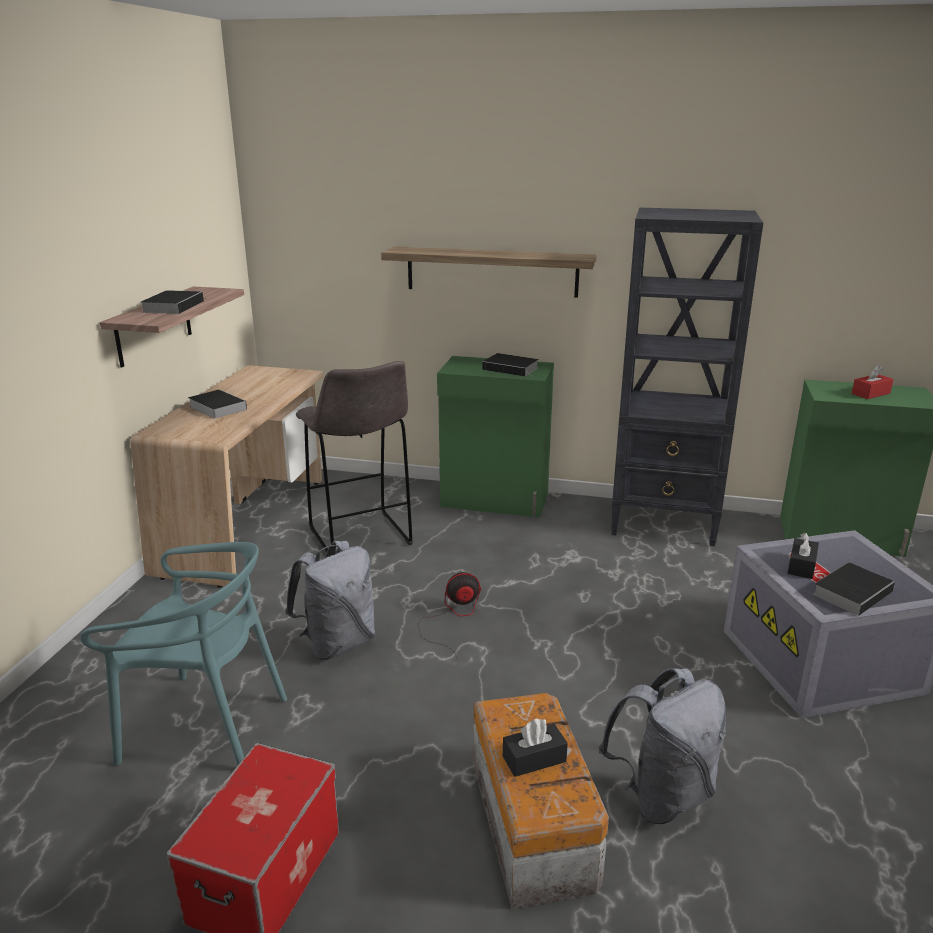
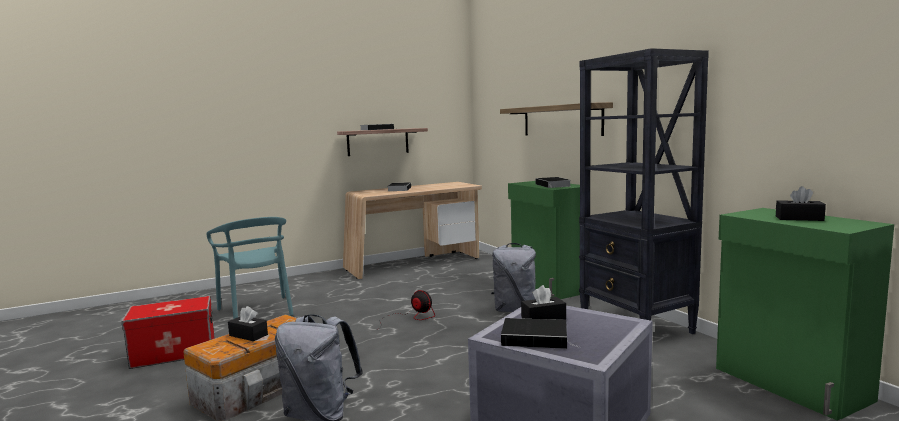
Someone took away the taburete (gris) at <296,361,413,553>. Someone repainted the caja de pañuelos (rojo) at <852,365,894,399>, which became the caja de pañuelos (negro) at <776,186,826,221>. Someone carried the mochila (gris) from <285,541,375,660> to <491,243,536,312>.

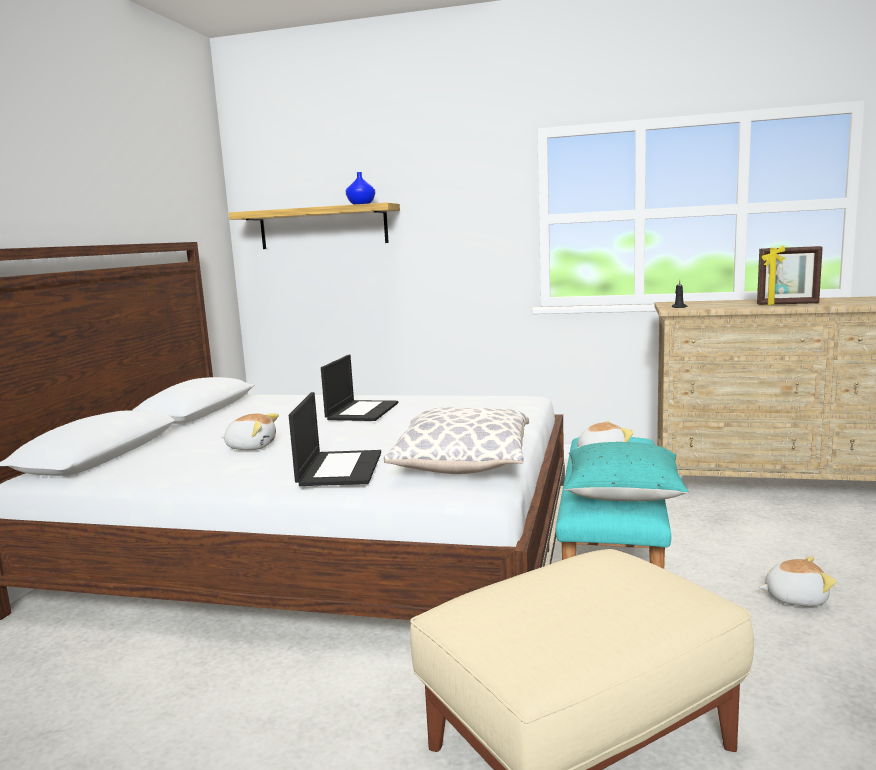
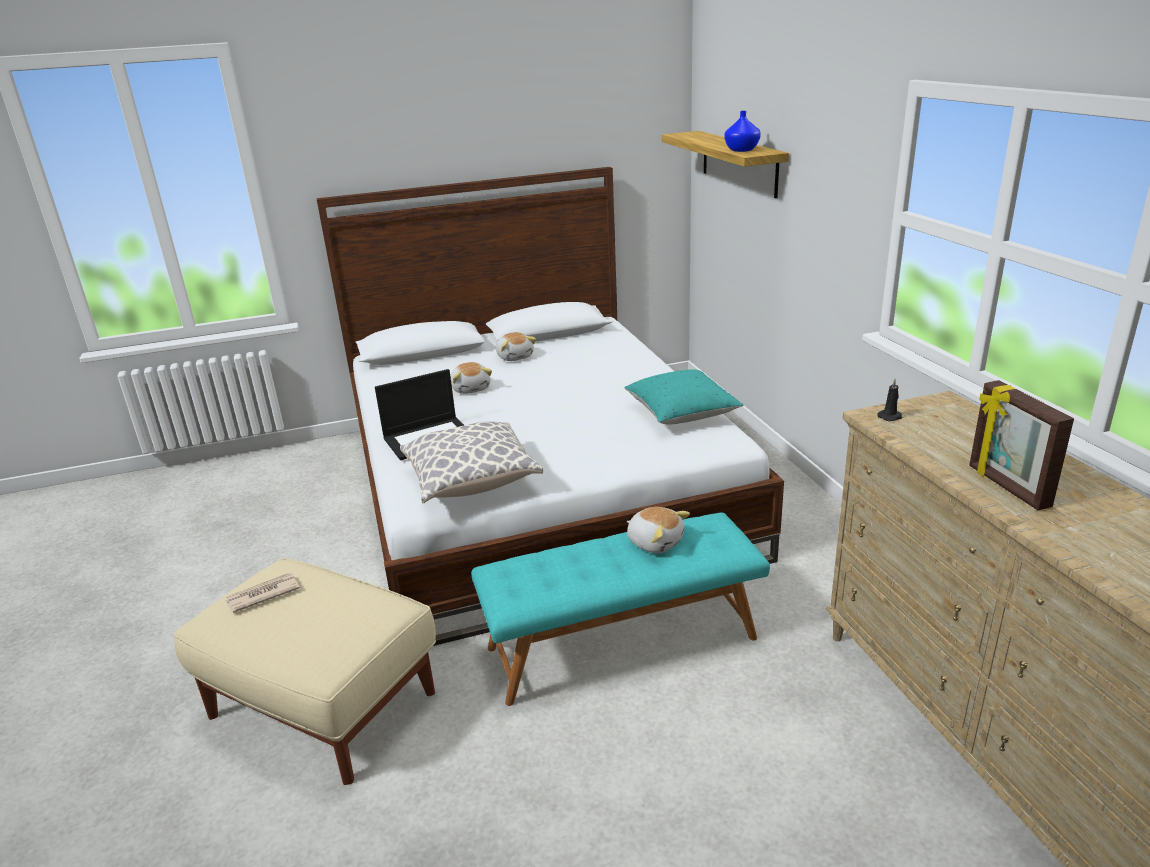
Someone took away the portátil at <321,355,398,421>. Someone carried the cojín (turquesa) from <564,442,689,501> to <624,369,743,424>. Someone carried the peluche from <759,557,837,606> to <496,332,536,361>. Someone put down the periódico at <225,573,300,613>.

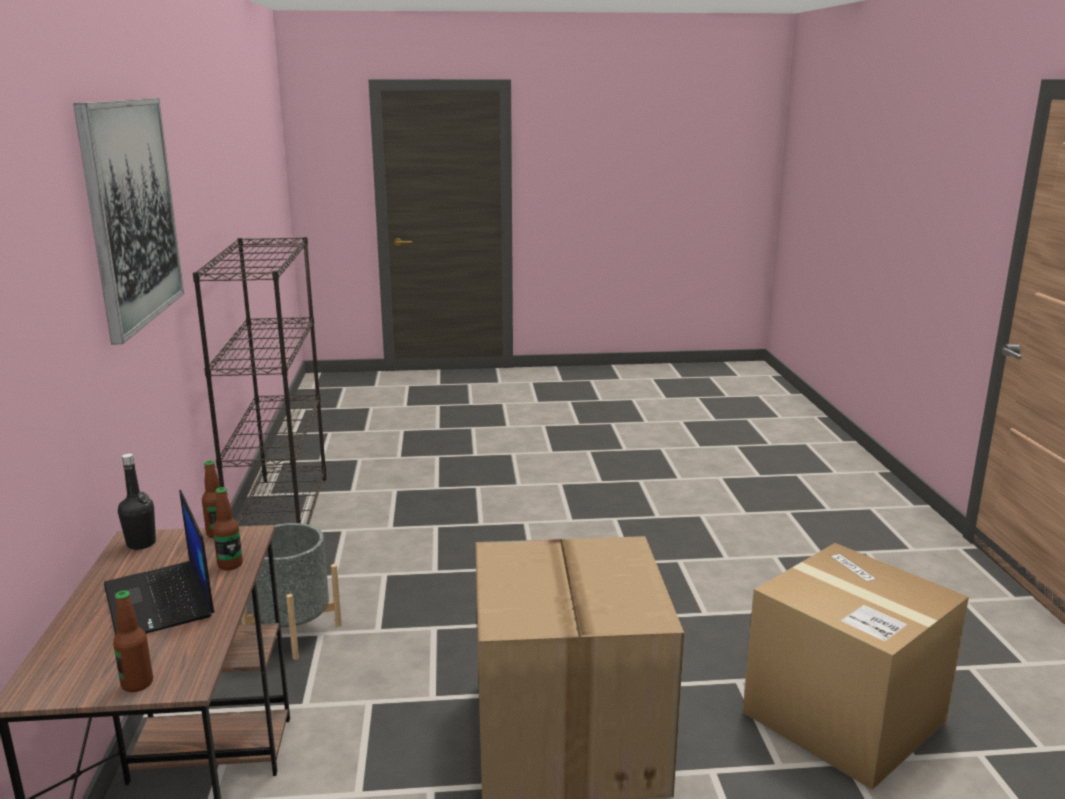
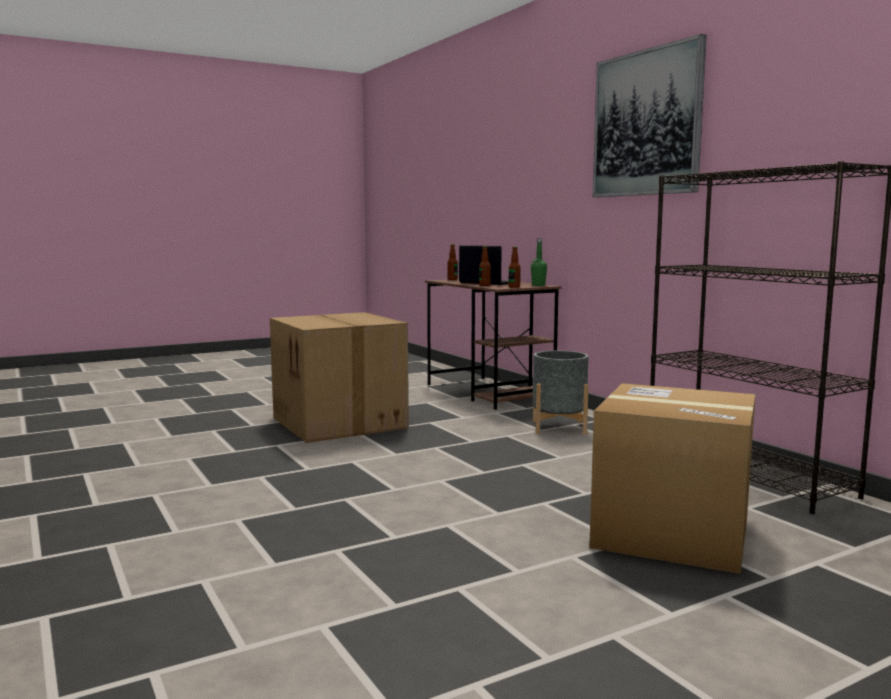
Someone repainted the botella (negro) at <118,453,156,550>, which became the botella (verde) at <531,238,547,286>. Someone carried the caja de cartón from <743,543,969,790> to <589,383,755,574>.

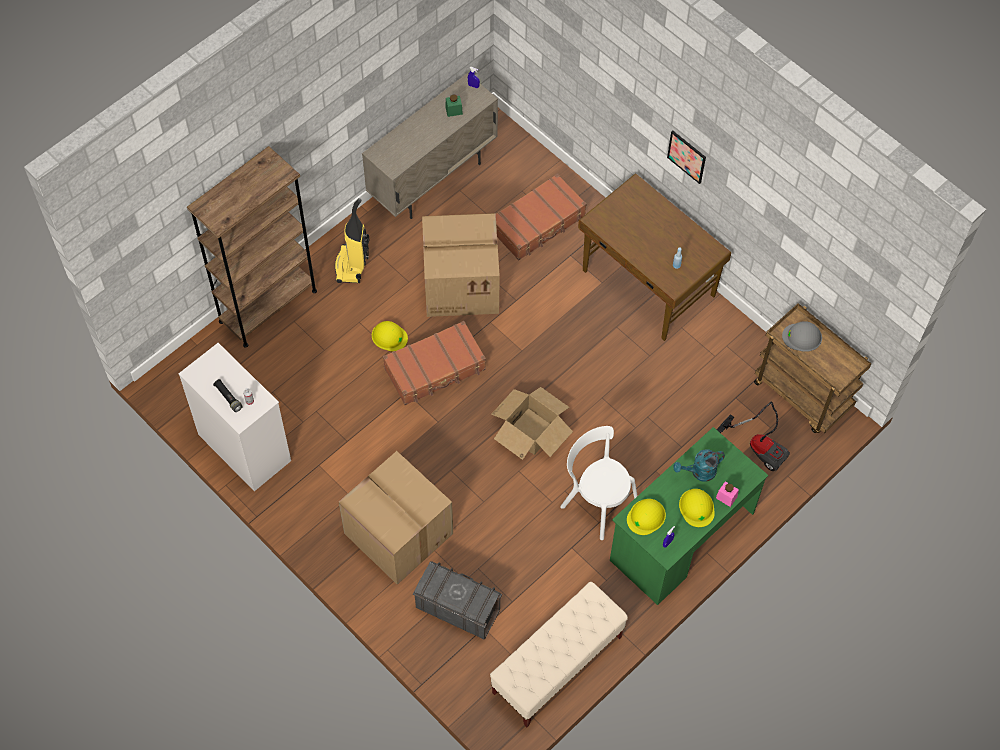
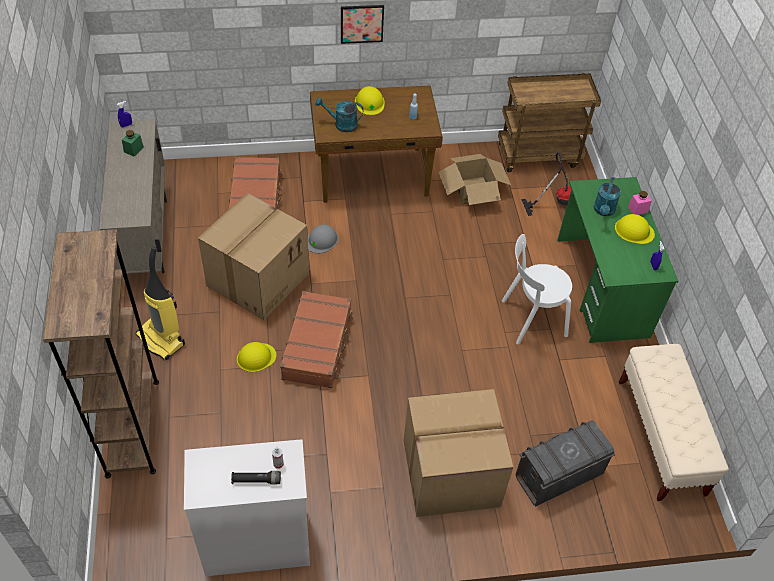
Someone carried the casco (gris) from <782,321,822,352> to <308,225,338,253>. Someone carried the caja de cartón from <491,387,573,460> to <438,154,512,205>. Someone carried the casco (amarillo) from <627,499,666,535> to <355,86,385,115>. Someone put down the regadera (turquesa) at <315,97,364,132>.

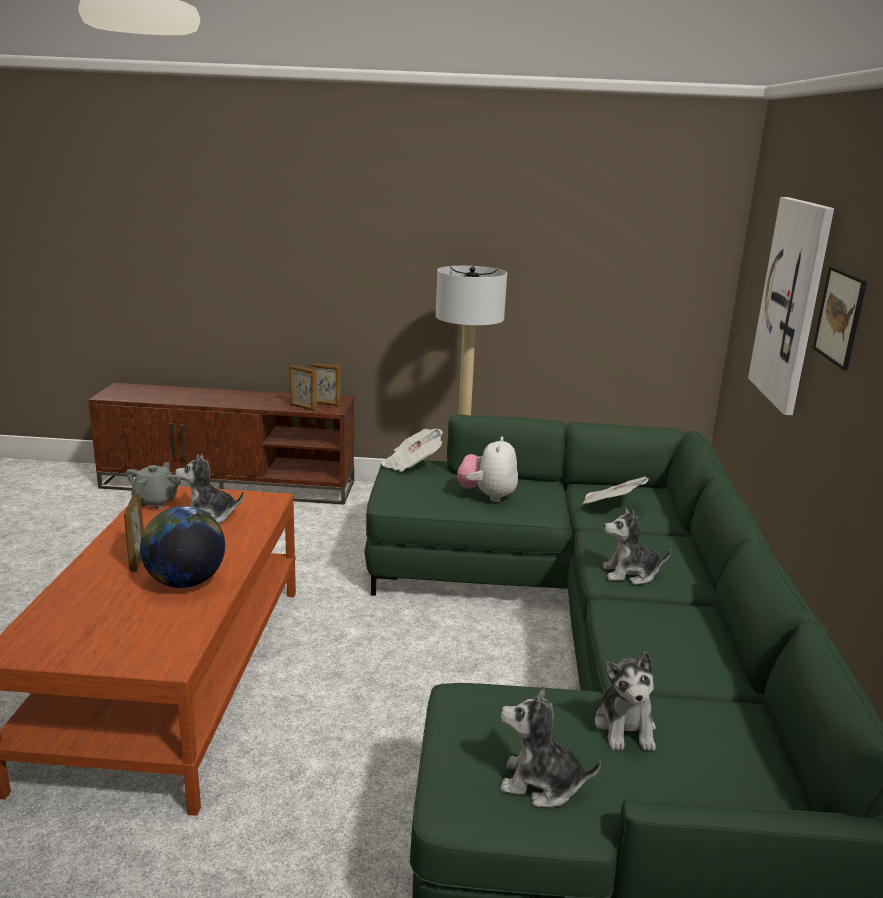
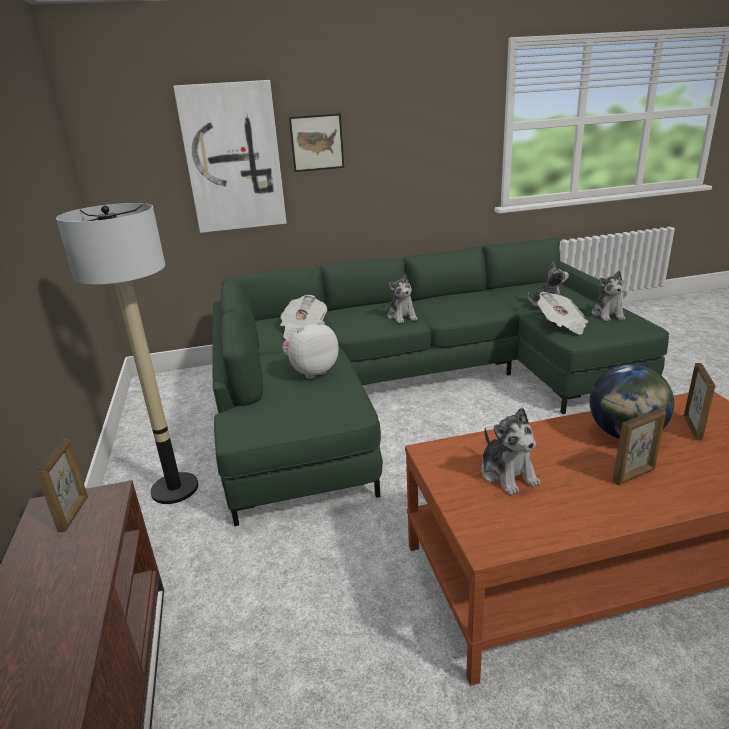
Someone carried the portarretratos from <290,364,317,411> to <684,363,716,441>. Someone carried the periódico from <381,429,443,472> to <537,292,589,335>. Someone rotated the peluche at <457,436,518,502> by 150 degrees clockwise. Someone took away the tetera (gris) at <126,462,181,509>.

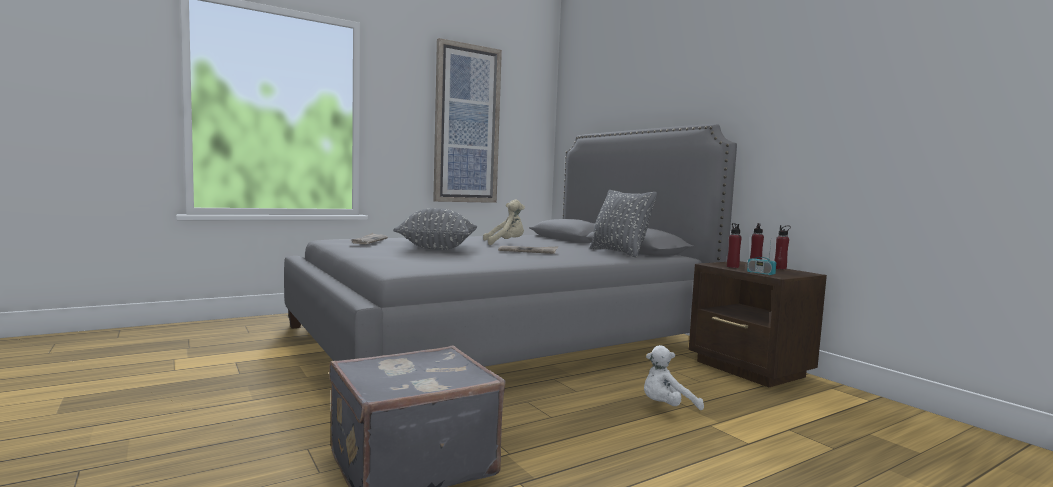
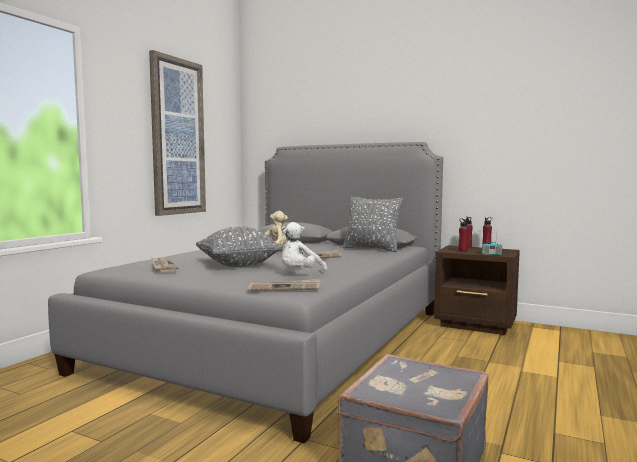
Someone carried the peluche (blanco) from <644,345,704,410> to <282,222,327,271>. Someone put down the periódico at <248,279,320,291>.

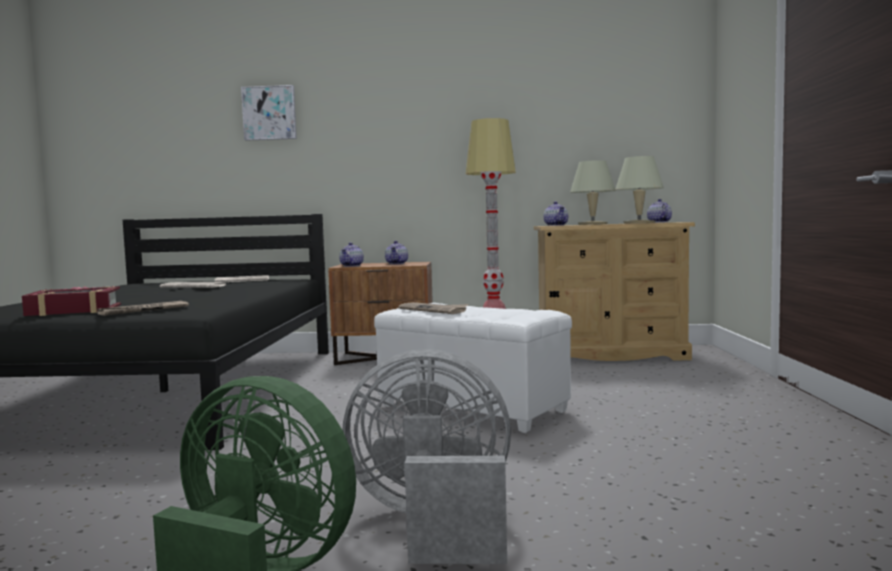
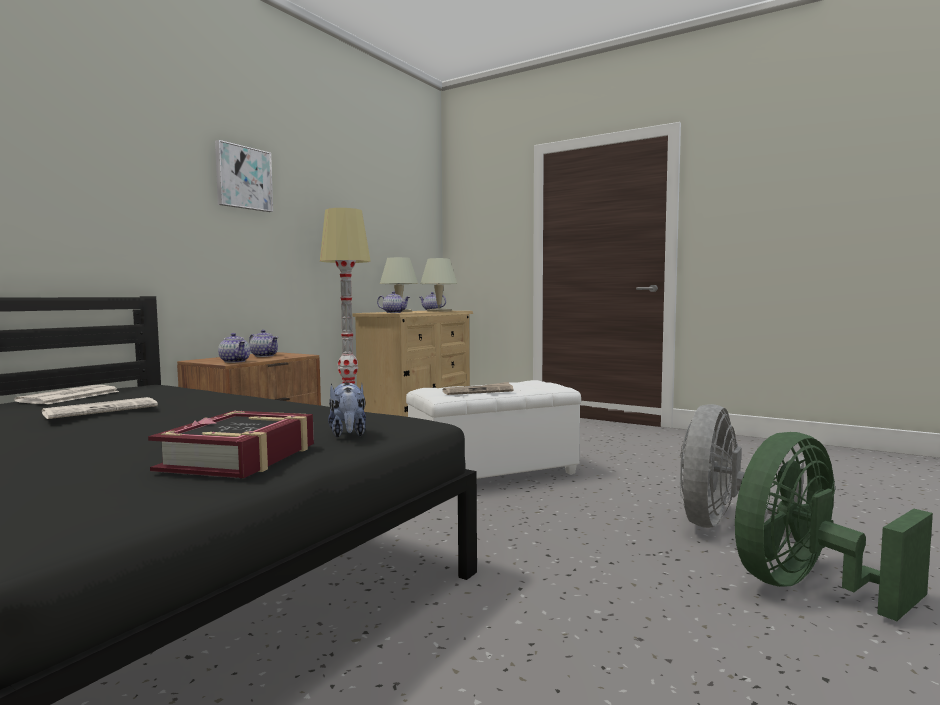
Someone carried the cuadro from <241,85,297,141> to <215,140,273,212>. Someone swapped the periódico at <97,301,189,316> for the peluche at <328,382,366,438>.

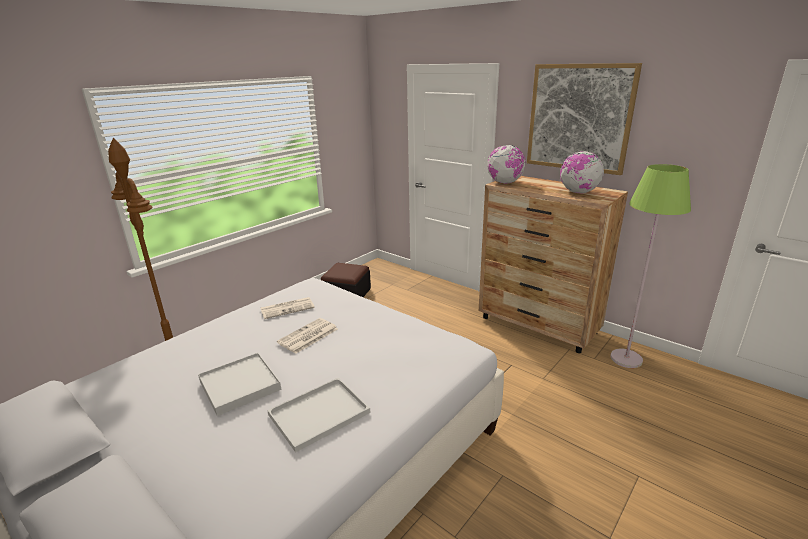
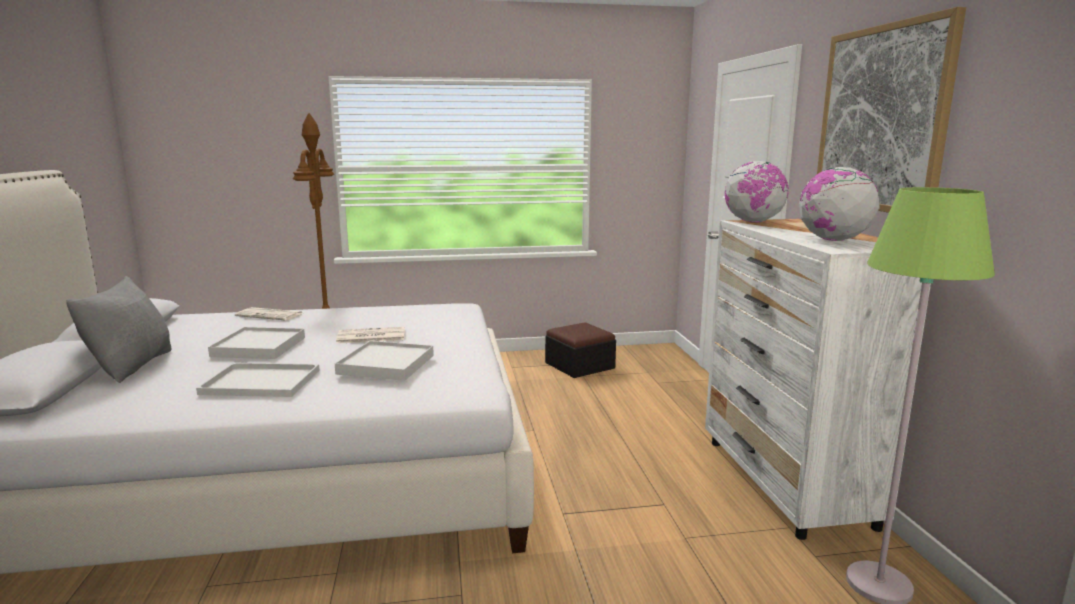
Someone repainted the cómoda (marrón) at <479,176,628,353>, which became the cómoda (blanco) at <705,219,931,540>. Someone carried the periódico from <260,297,315,319> to <235,307,304,321>. Someone put down the cojín (gris) at <66,276,172,383>. Someone put down the bandeja (blanco) at <335,341,434,381>.

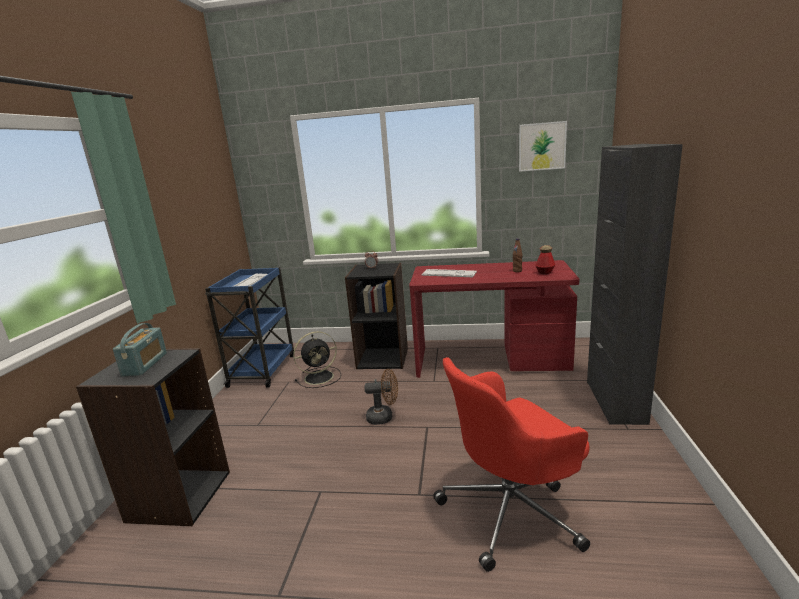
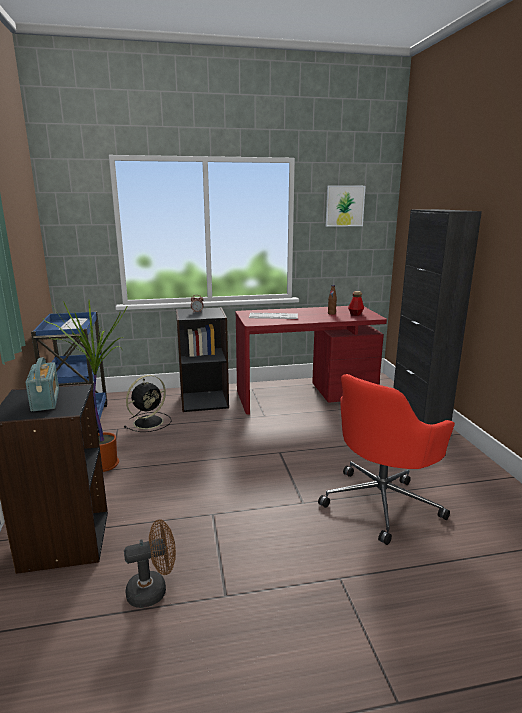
Someone carried the ventilador (marrón) from <364,369,398,425> to <124,520,176,608>. Someone put down the planta en maceta at <43,301,128,472>.

